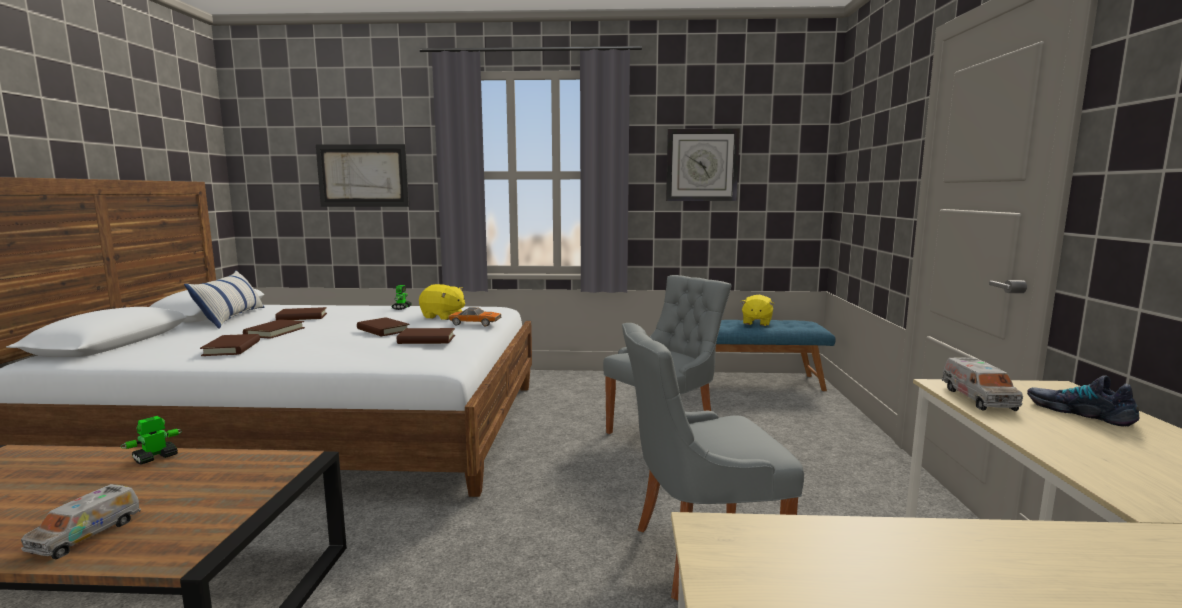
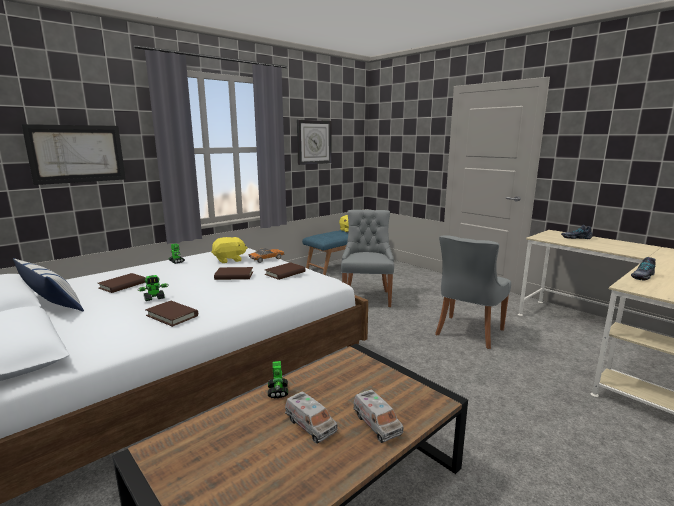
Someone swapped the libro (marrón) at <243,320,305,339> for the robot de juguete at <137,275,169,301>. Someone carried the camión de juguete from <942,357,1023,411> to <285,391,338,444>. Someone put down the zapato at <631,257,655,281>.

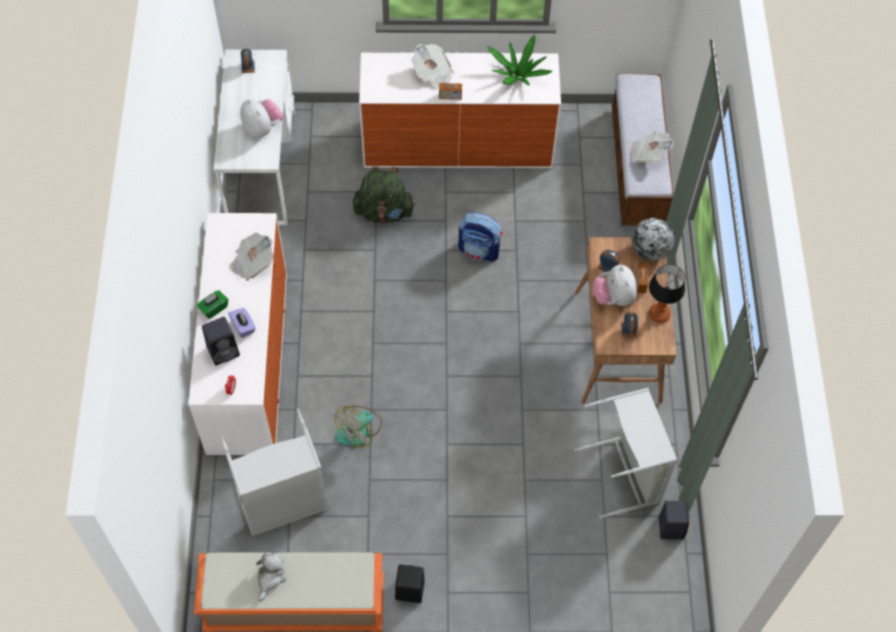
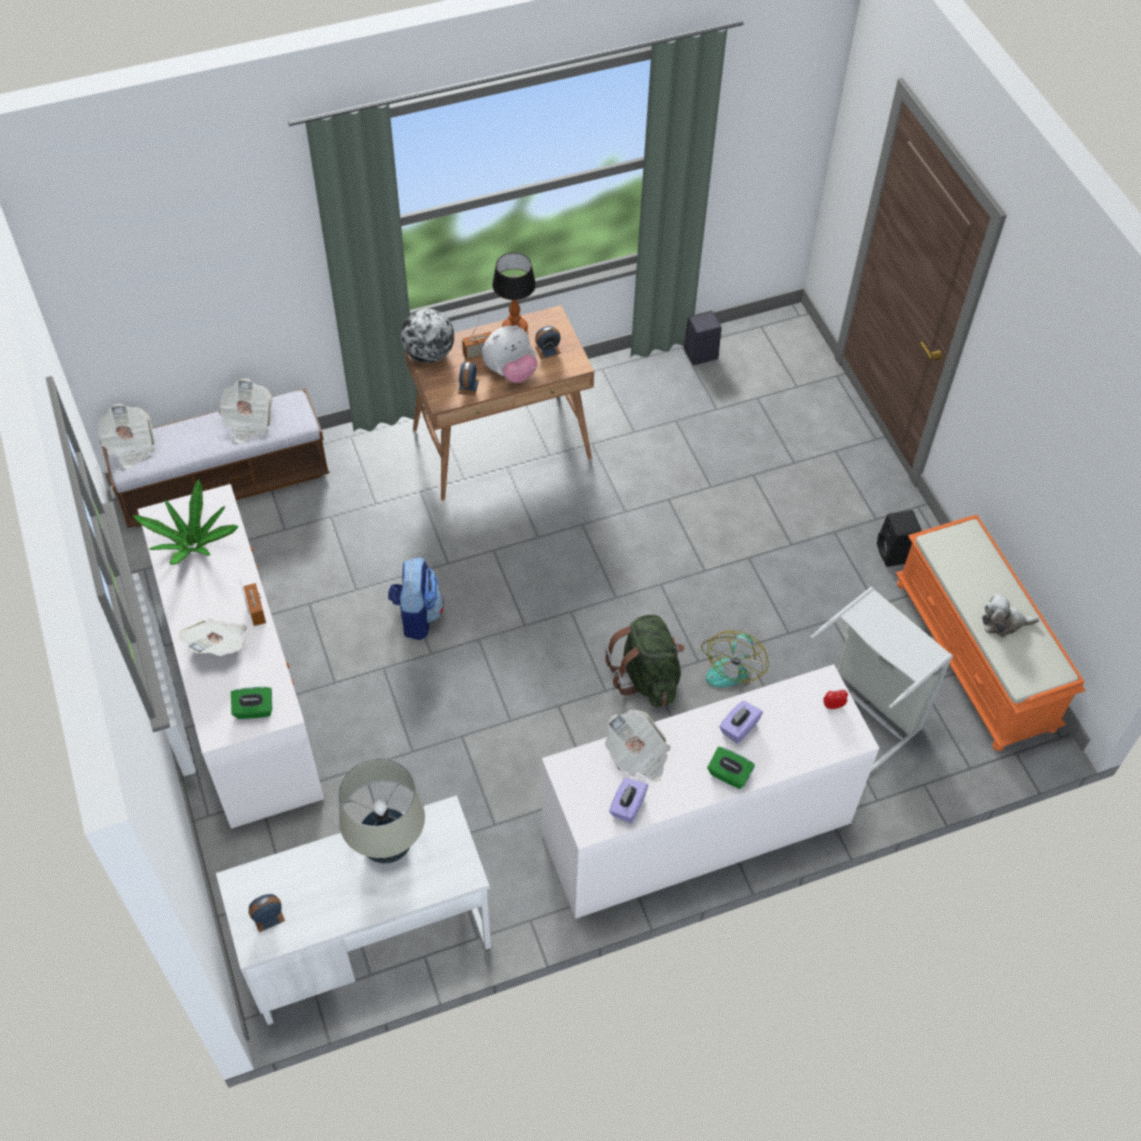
Someone swapped the peluche at <240,99,283,137> for the lámpara de mesa (beis) at <339,758,425,863>. Someone carried the mochila (verde) from <353,167,415,223> to <605,615,684,707>. Someone took away the altavoz (negro) at <202,317,240,365>. Someone took away the cesto de la ropa (gris) at <575,388,677,518>. Someone rotated the ventilador at <335,406,382,448> by 90 degrees clockwise. Someone put down the periódico at <99,403,155,469>. Someone put down the caja de pañuelos (verde) at <231,687,272,719>. Someone put down the caja de pañuelos (morado) at <609,778,648,824>.

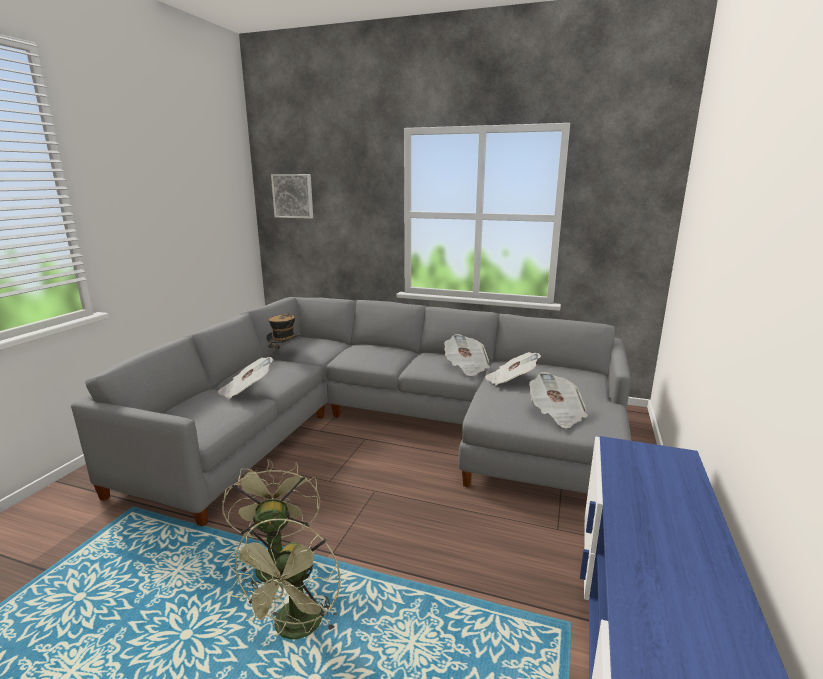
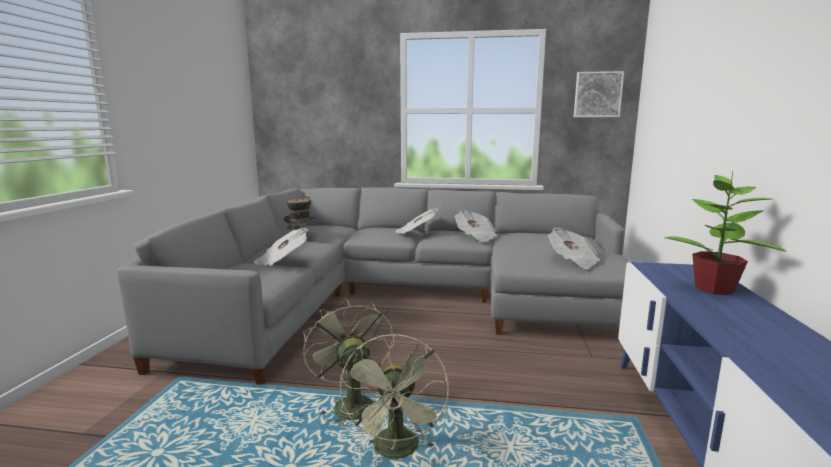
Someone carried the cuadro from <271,174,313,219> to <574,71,624,117>. Someone carried the periódico from <485,352,541,385> to <395,208,438,234>. Someone put down the planta en maceta at <665,172,787,295>.

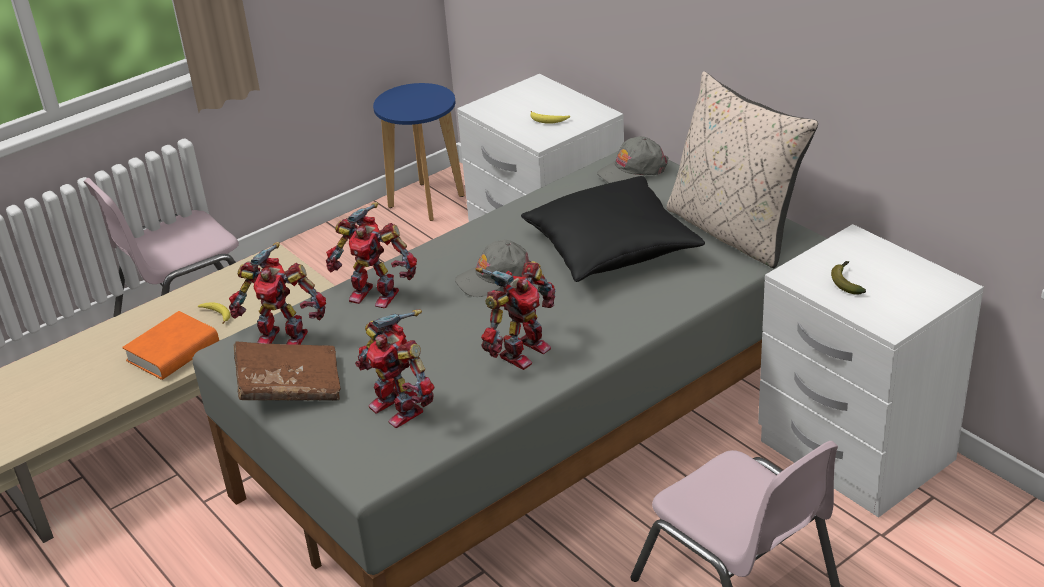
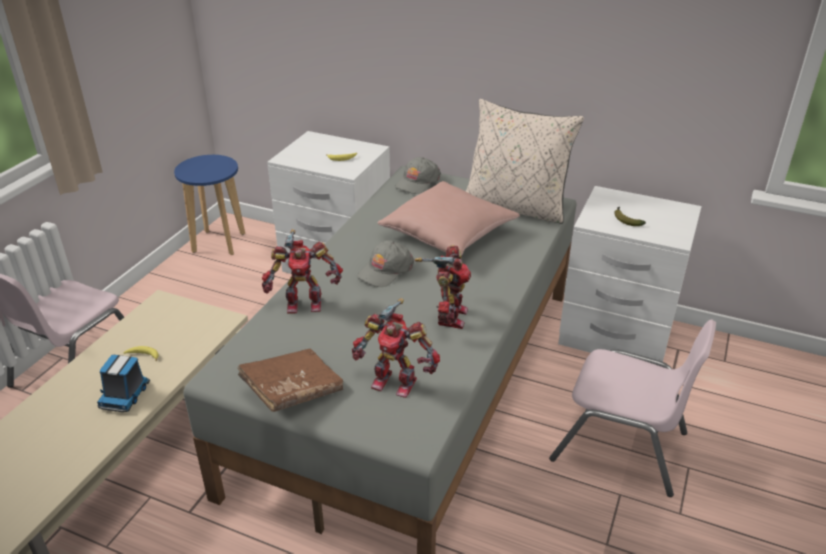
Someone repainted the cojín (negro) at <521,176,705,282>, which became the cojín (rosa) at <377,181,520,256>. Someone took away the robot de juguete at <229,242,326,345>. Someone swapped the libro (naranja) at <122,311,219,380> for the camión de juguete at <97,355,150,412>.

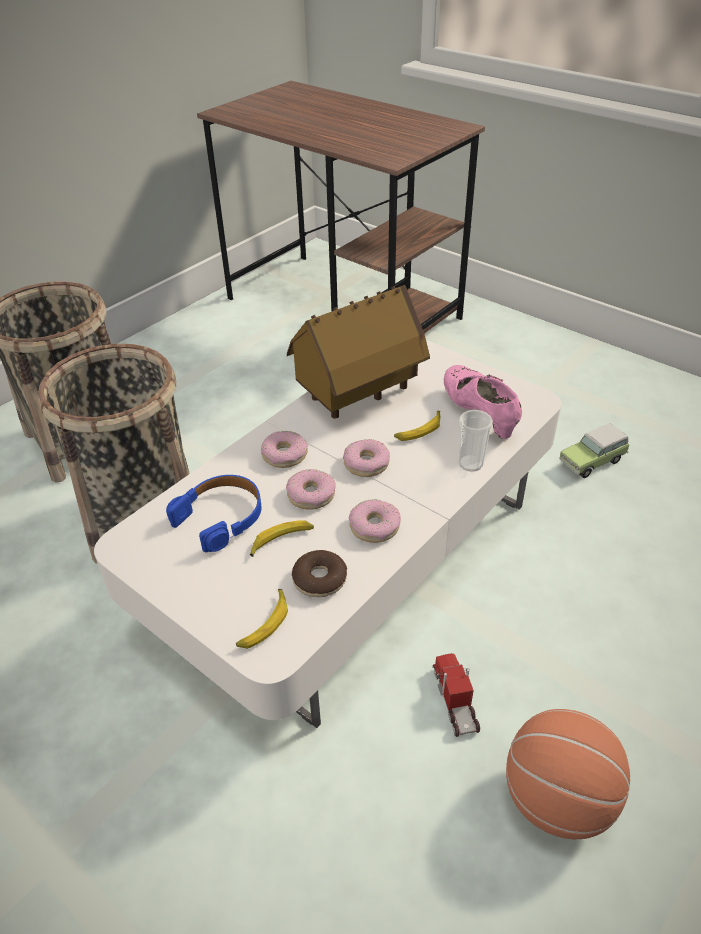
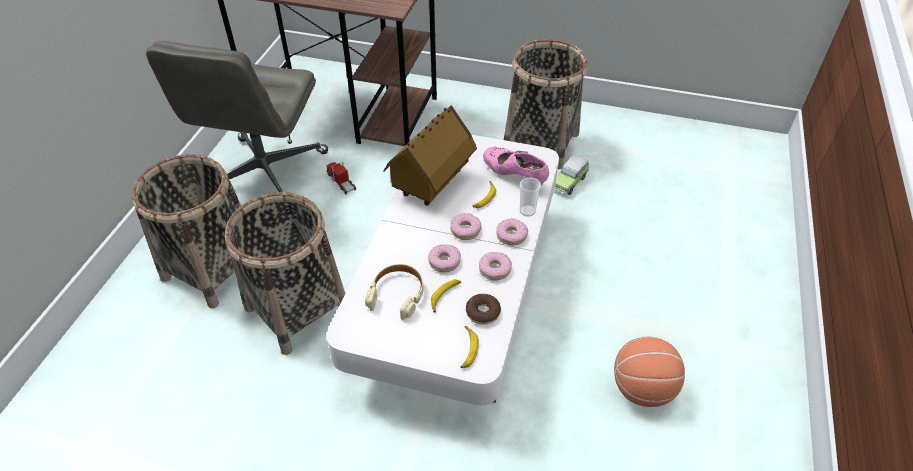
Someone carried the rosquilla from <261,431,308,468> to <496,219,528,245>. Someone repainted the auriculares (azul) at <166,475,262,552>, which became the auriculares (beis) at <365,264,424,320>. Someone carried the camión de juguete from <433,653,480,737> to <326,162,356,194>. Someone put down the cesta at <504,39,588,169>. Someone put down the silla de oficina (gris) at <146,41,328,192>.

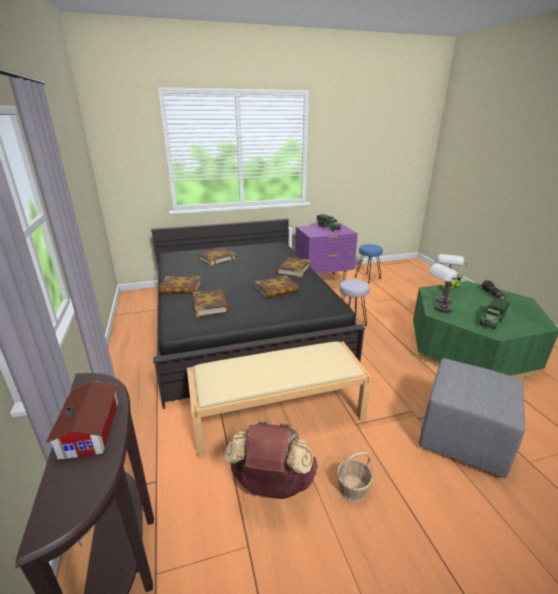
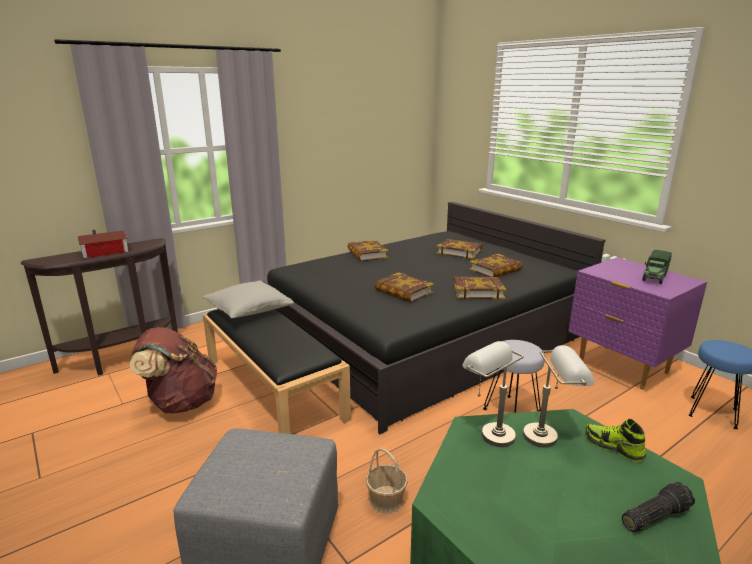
Someone carried the libro from <193,289,228,317> to <469,254,523,277>. Someone took away the camión de juguete at <480,298,510,329>. Someone repainted the banco (beis) at <187,341,372,457>, which became the banco (negro) at <203,309,351,434>. Someone carried the cesta from <337,452,373,503> to <366,448,408,514>. Someone put down the cojín (gris) at <202,281,294,318>.

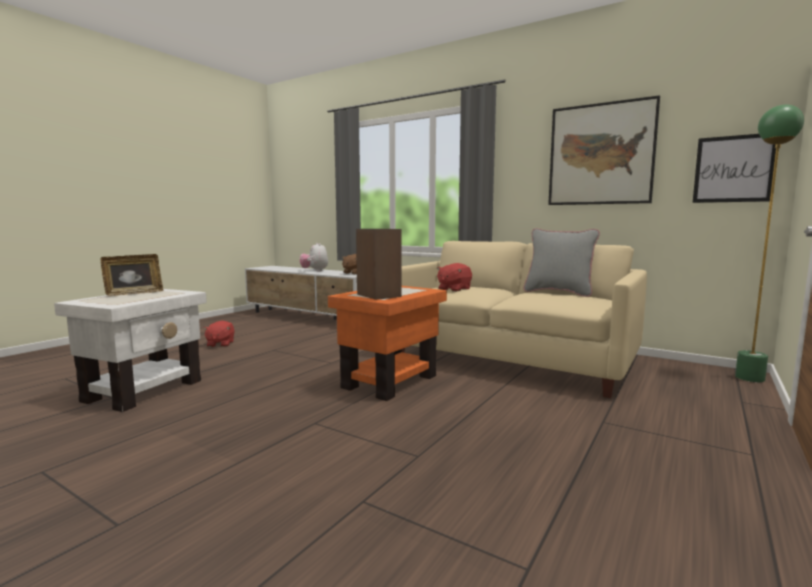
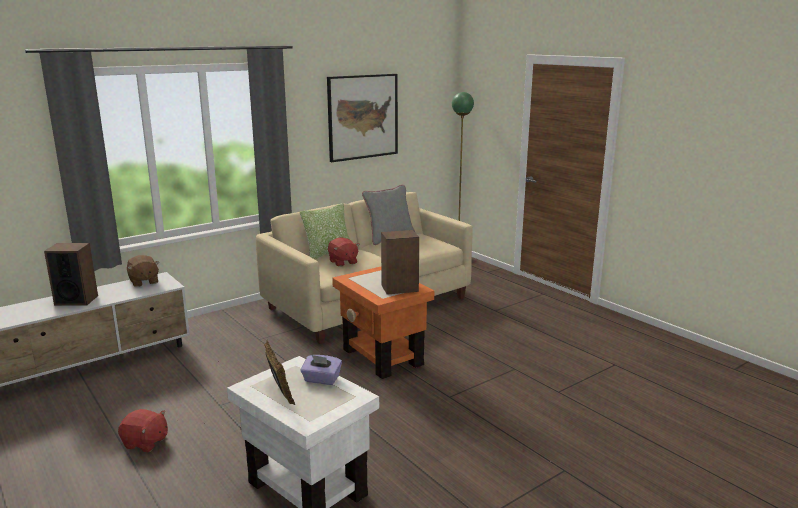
Someone took away the cuadro at <693,134,776,203>. Someone swapped the peluche at <300,243,328,272> for the altavoz at <44,243,98,306>. Someone put down the cojín at <299,203,350,259>. Someone put down the caja de pañuelos (morado) at <300,355,342,385>.

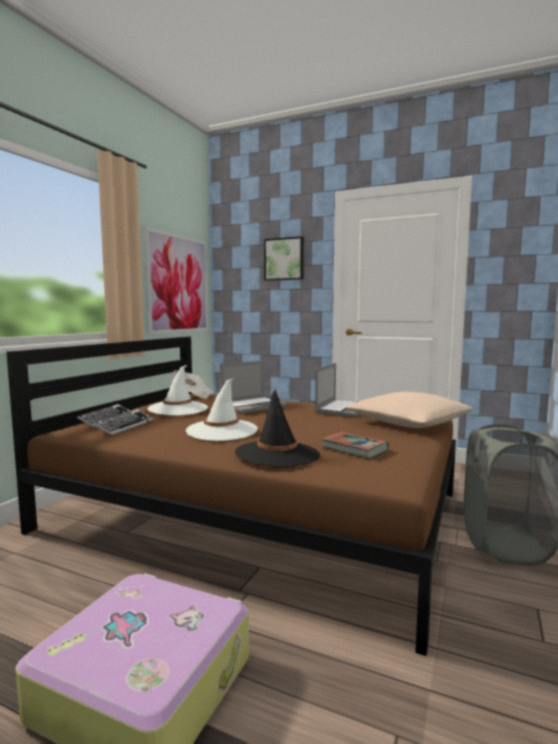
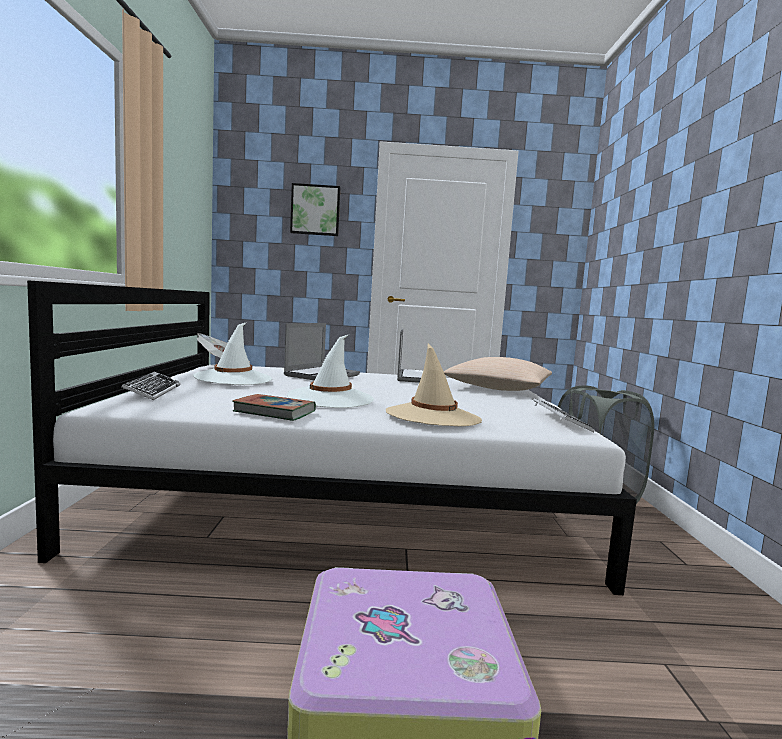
Someone took away the cuadro at <144,227,208,335>. Someone repainted the cama (marrón) at <6,337,456,656>, which became the cama (blanco) at <27,280,637,595>. Someone repainted the sombrero (negro) at <235,389,320,467>, which became the sombrero (beis) at <386,343,482,426>. Someone carried the teclado from <93,409,154,435> to <533,398,594,432>. Someone carried the libro from <322,432,389,459> to <232,394,316,421>.

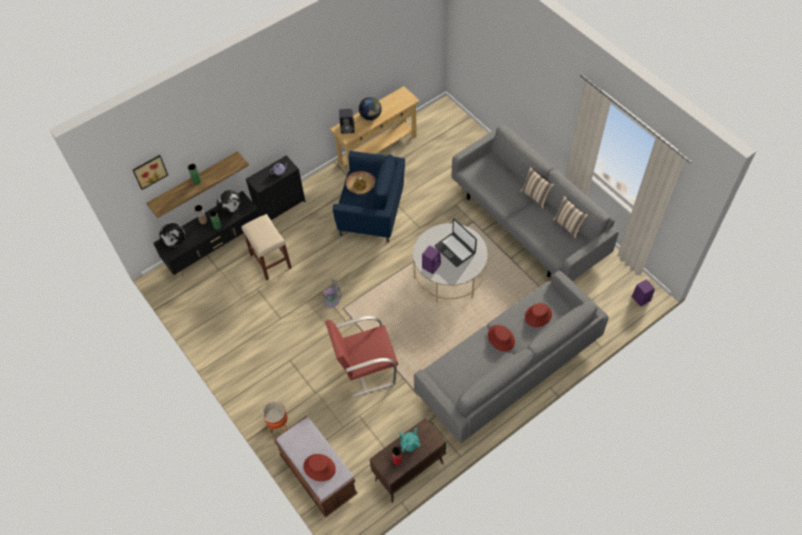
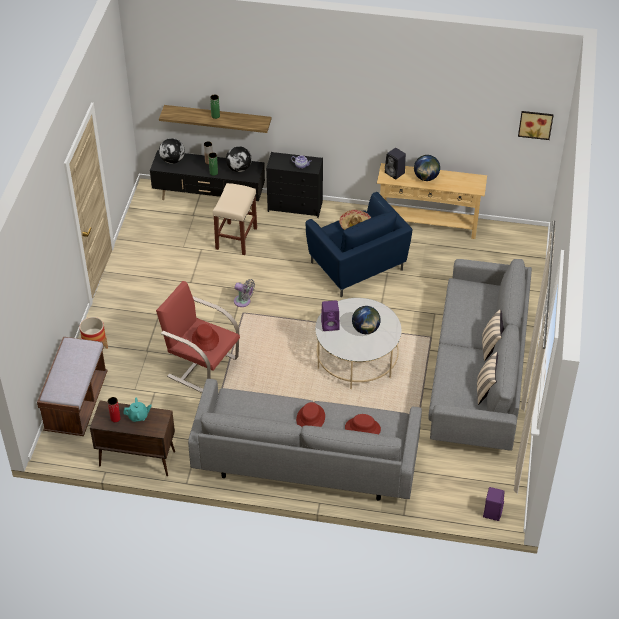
Someone carried the cuadro from <133,155,168,190> to <518,111,554,140>. Someone swapped the portátil at <435,218,477,267> for the globo terráqueo at <352,306,381,334>. Someone carried the sombrero (rojo) from <304,454,336,482> to <192,324,219,351>.

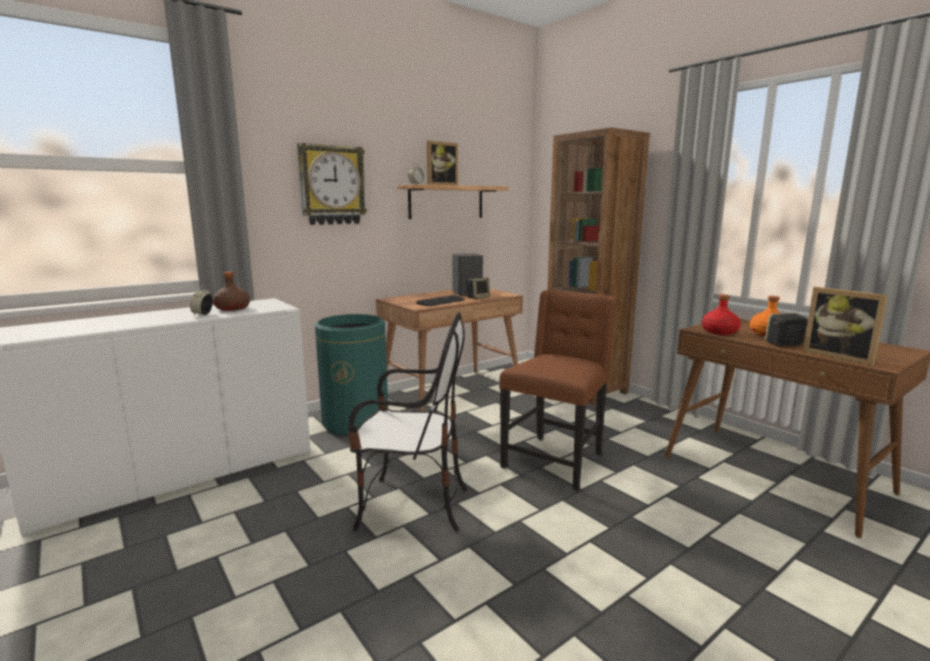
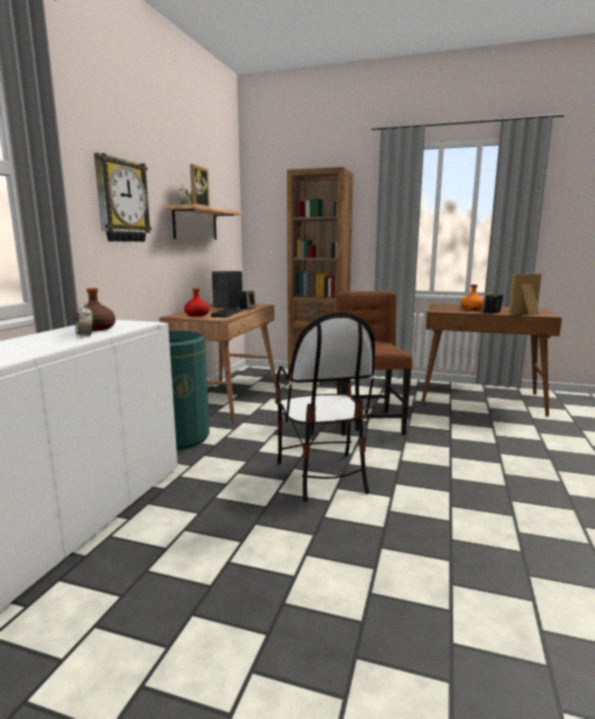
Someone rotated the portarretratos at <803,287,888,366> by 135 degrees clockwise. Someone carried the botella (rojo) from <702,294,741,335> to <184,288,209,316>. Someone rotated the silla at <348,312,467,531> by 105 degrees clockwise.

